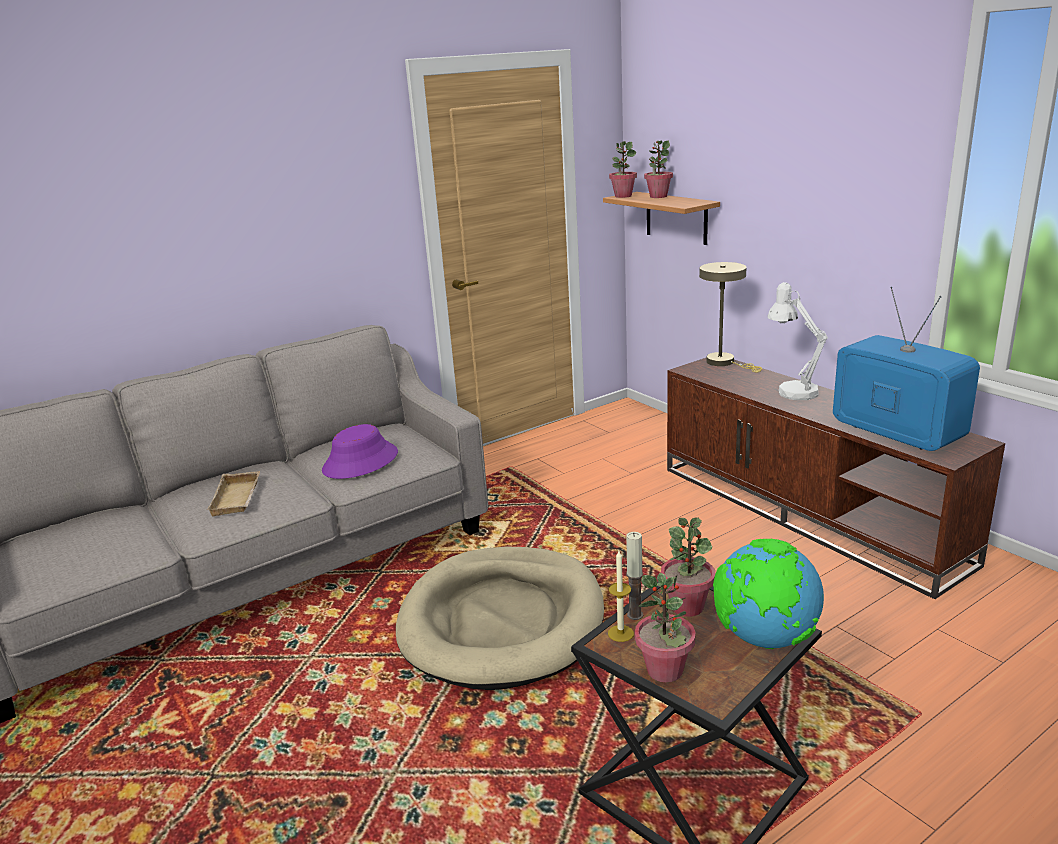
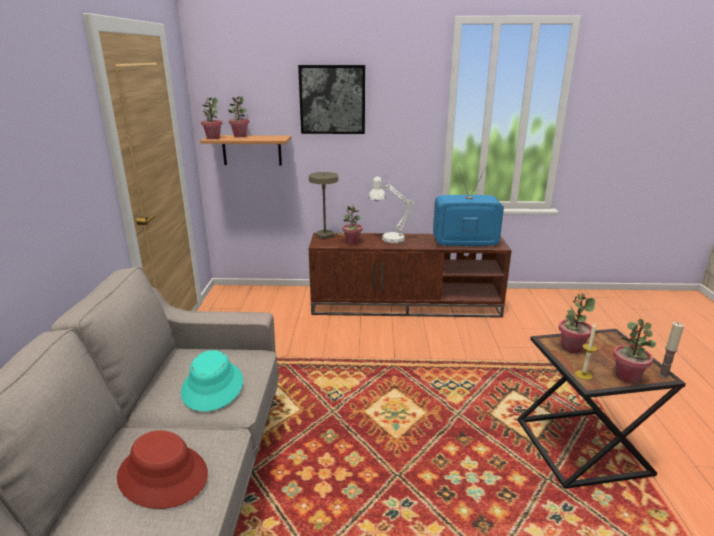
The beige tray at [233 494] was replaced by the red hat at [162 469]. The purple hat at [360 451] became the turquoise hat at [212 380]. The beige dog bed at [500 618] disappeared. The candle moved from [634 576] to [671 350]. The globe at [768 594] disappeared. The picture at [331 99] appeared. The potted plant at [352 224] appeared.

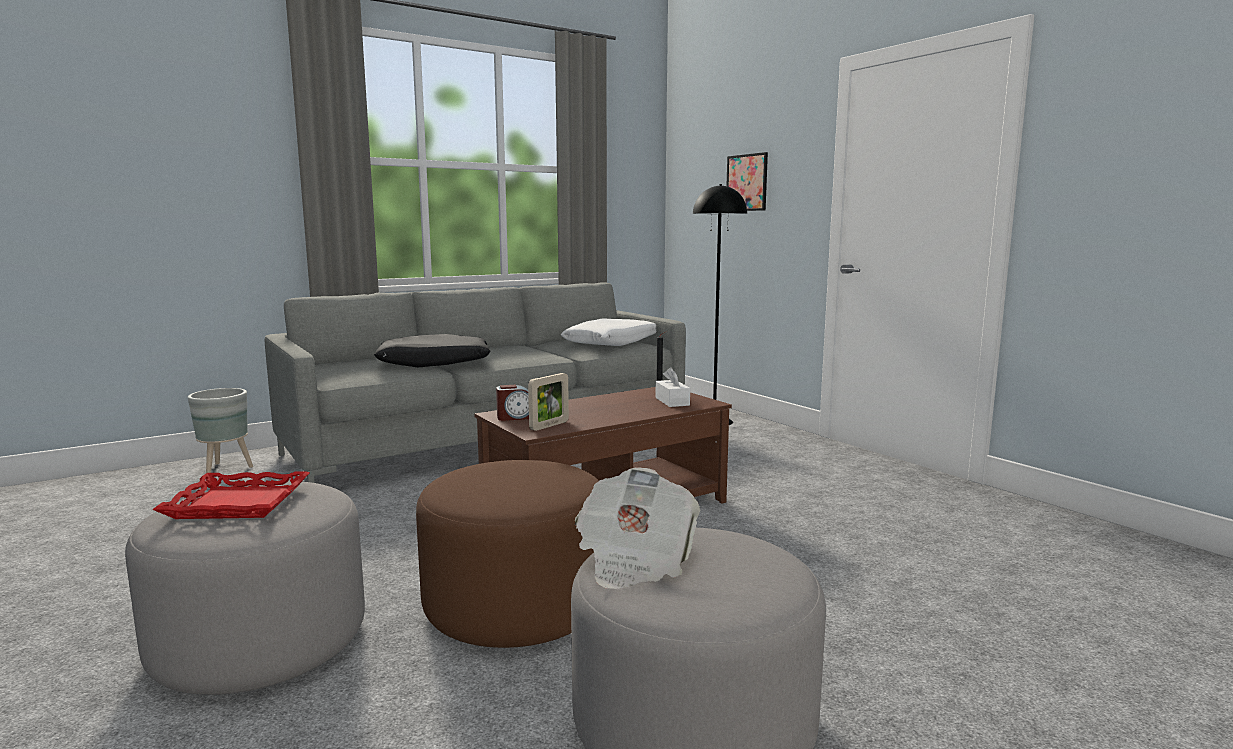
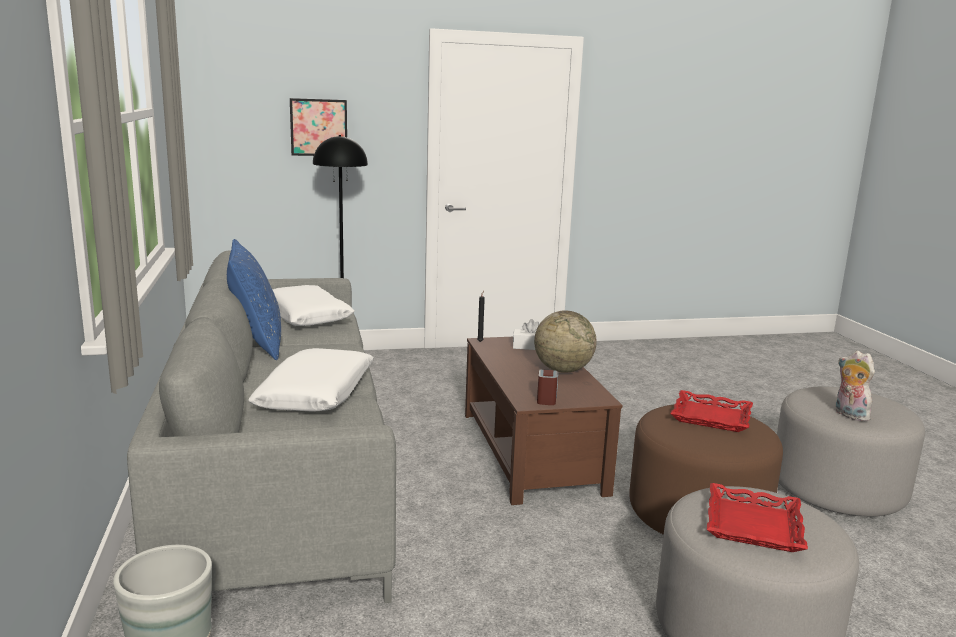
The black pillow at [432 351] became the white pillow at [311 380]. The picture frame at [548 402] disappeared. The newspaper at [637 528] was replaced by the plush toy at [855 386]. The blue pillow at [254 299] appeared. The globe at [565 342] appeared. The red tray at [711 411] appeared.

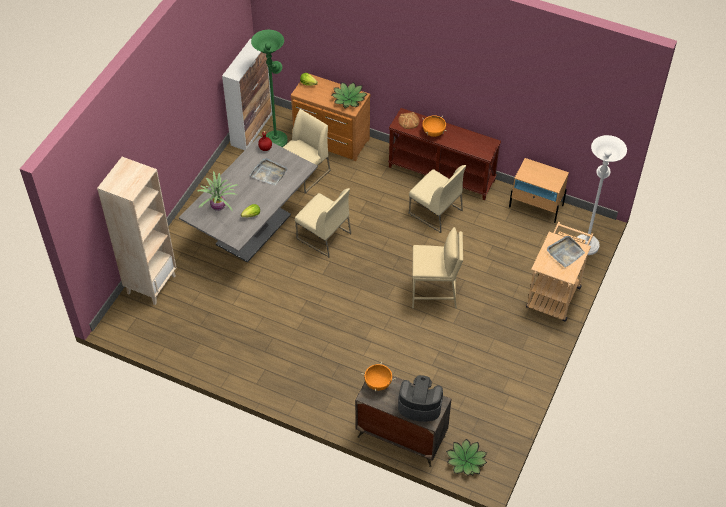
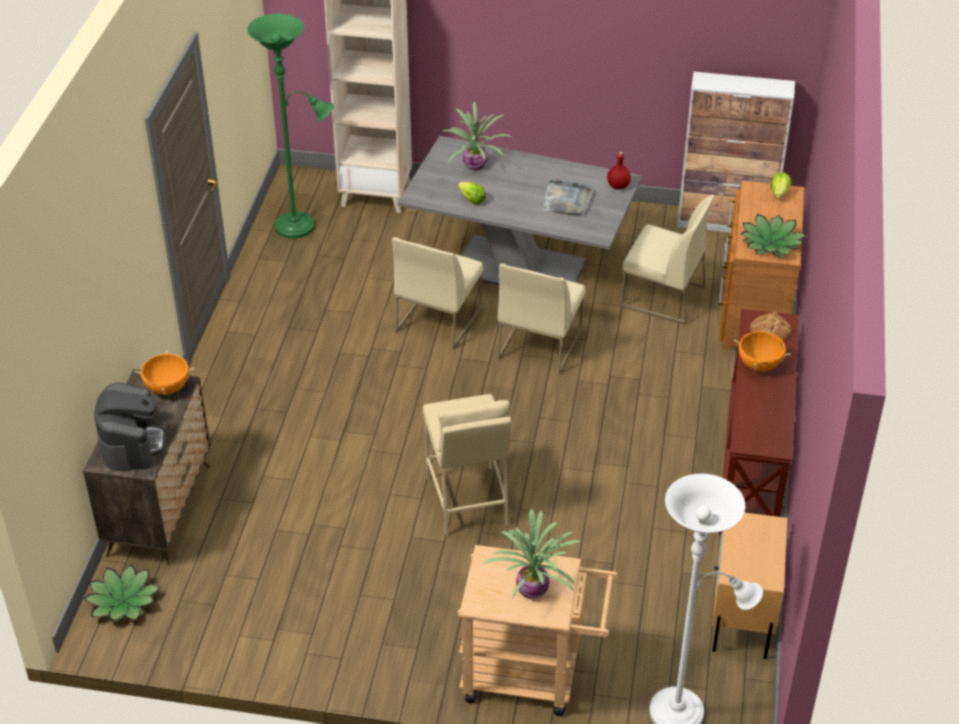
The green floor lamp moved from [269 88] to [290 126]. The beige chair moved from [437 199] to [437 293]. The grey tray at [566 252] was replaced by the potted plant at [532 554].

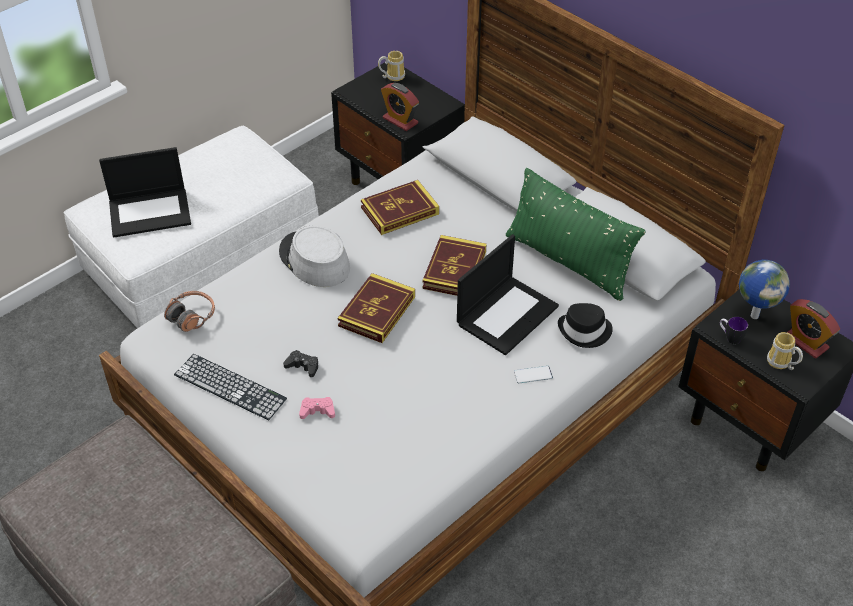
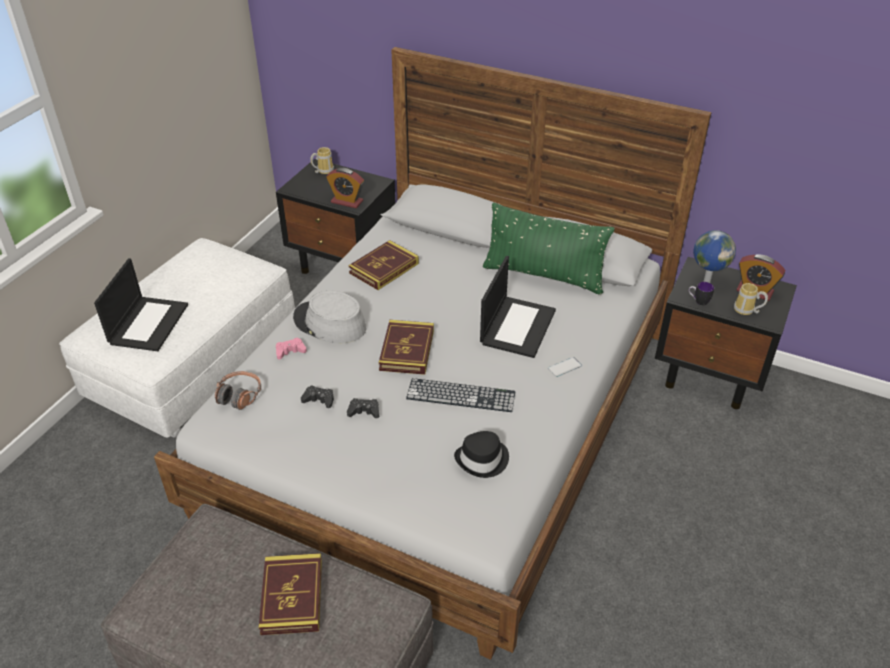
The laptop at [145 192] turned 45 degrees counterclockwise. The keyboard moved from [230 387] to [460 395]. The pink game controller moved from [317 408] to [291 349]. The book moved from [454 265] to [290 594]. The black hat moved from [585 325] to [481 454]. The black game controller at [317 397] appeared.

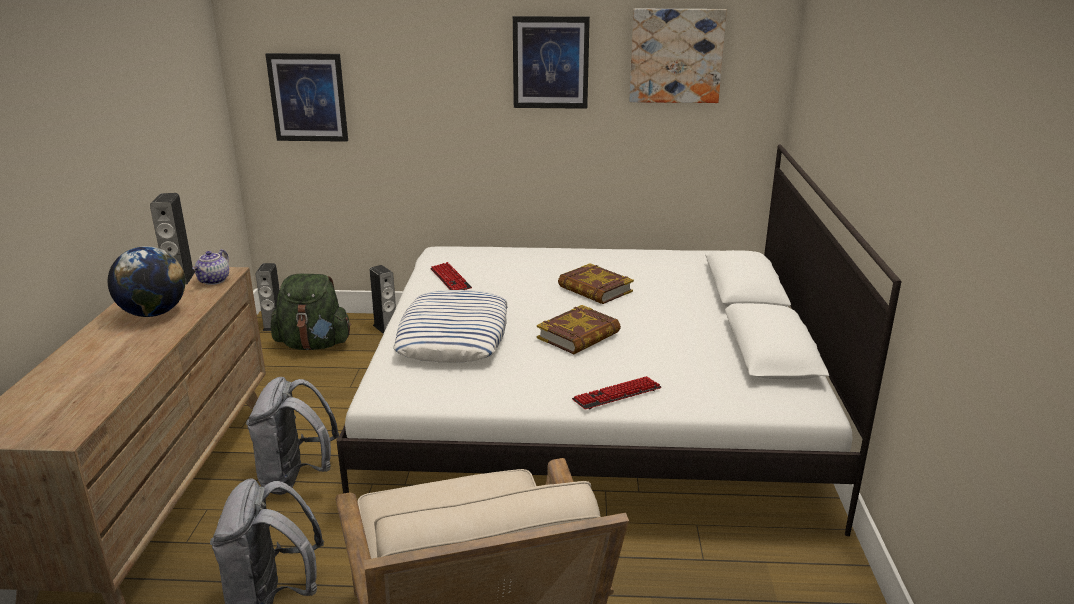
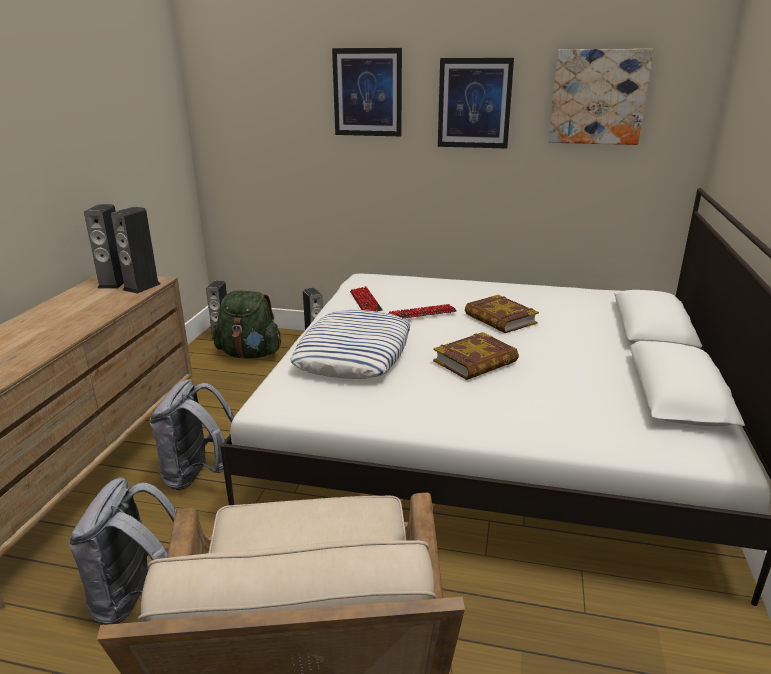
The globe at [146 281] disappeared. The teapot at [210 267] was replaced by the speaker at [135 250]. The picture moved from [306 97] to [367 92]. The keyboard moved from [616 393] to [423 311].

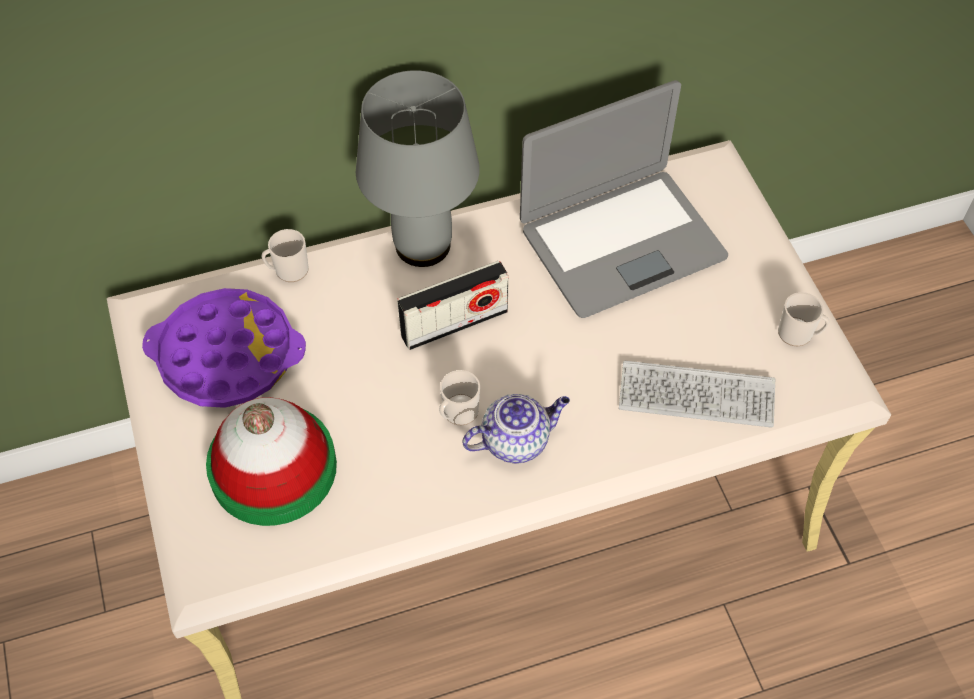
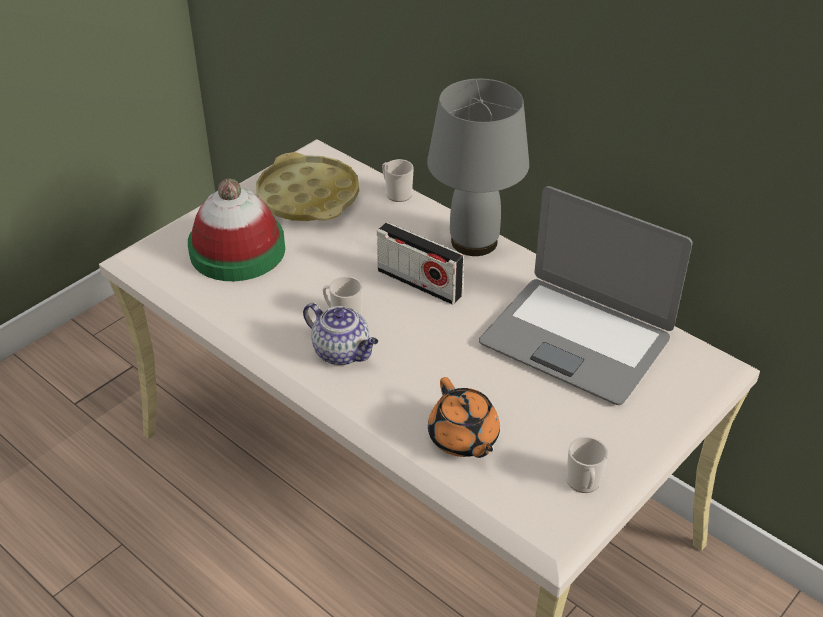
The purple tray at [224 348] became the yellow tray at [307 186]. The keyboard at [697 394] was replaced by the orange teapot at [464 417].

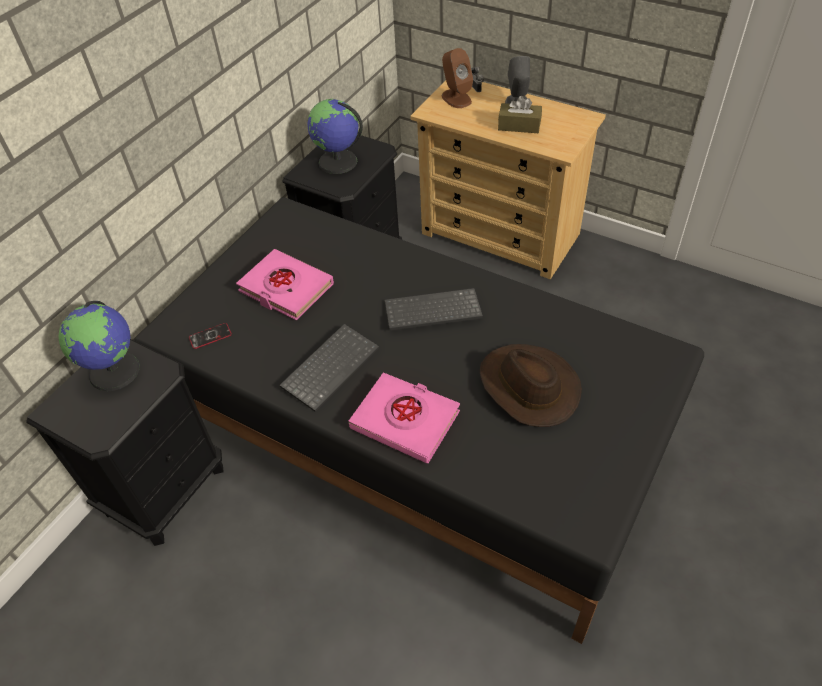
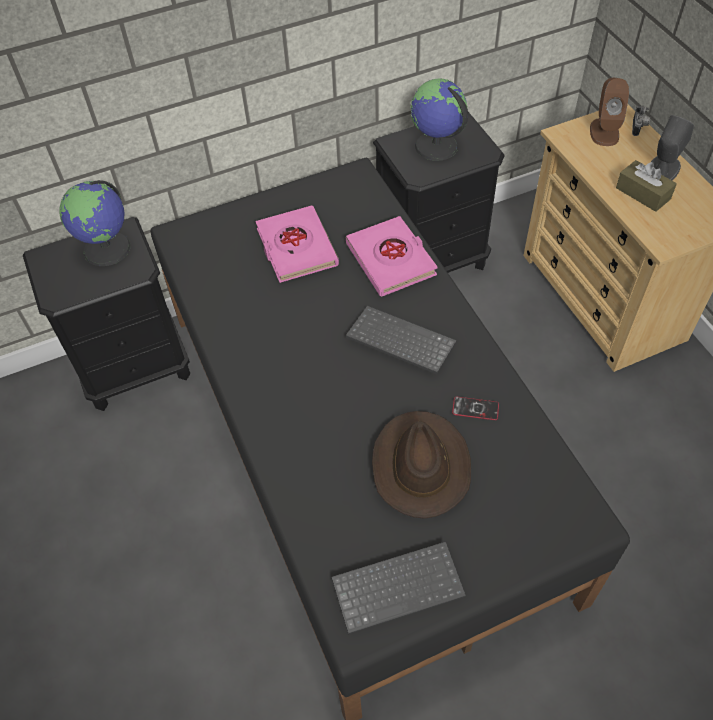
The phone moved from [210 336] to [475 408]. The keyboard moved from [329 368] to [399 588]. The pink book moved from [404 417] to [392 256].

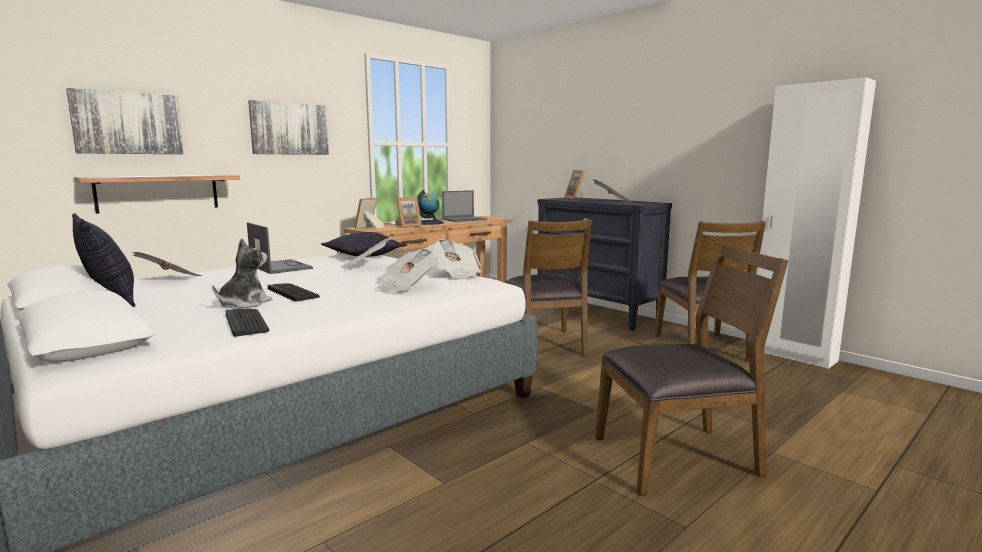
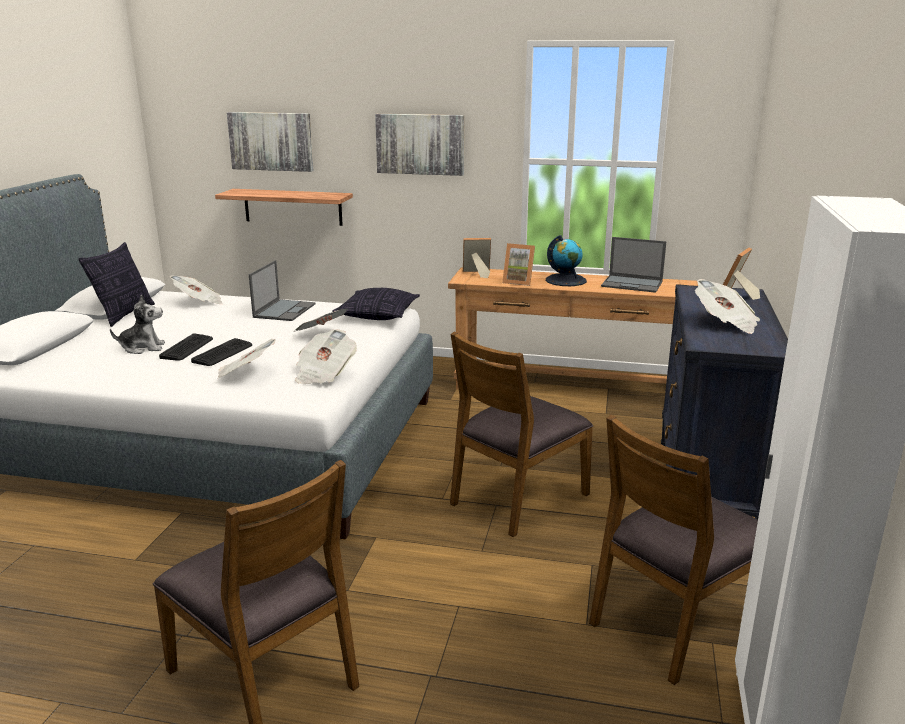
The keyboard moved from [247 322] to [221 352].

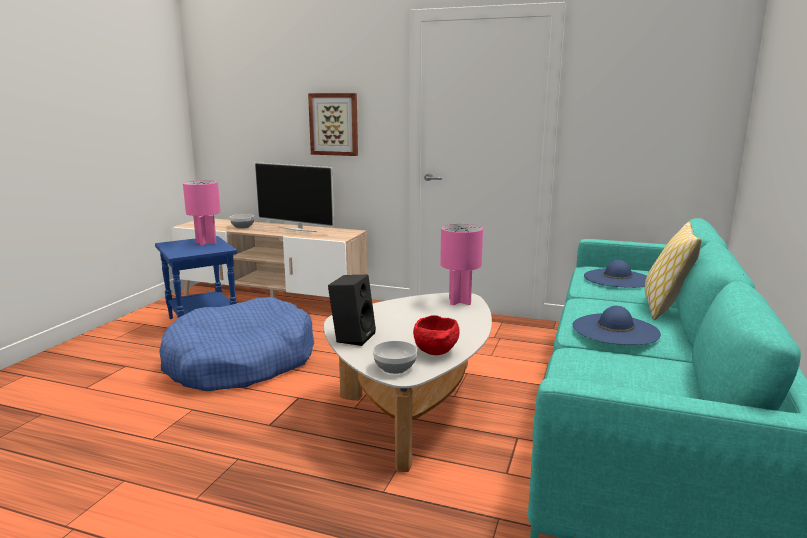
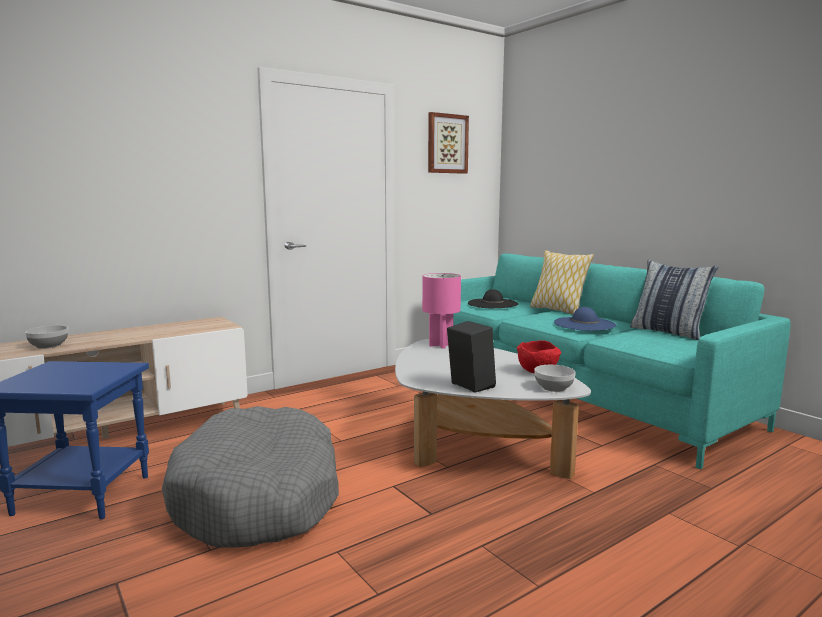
The blue dog bed at [236 344] became the grey dog bed at [250 476]. The pink table lamp at [202 213] disappeared. The television at [294 197] disappeared. The picture moved from [333 124] to [448 143]. The blue hat at [615 274] became the black hat at [493 298]. The pillow at [674 300] appeared.

